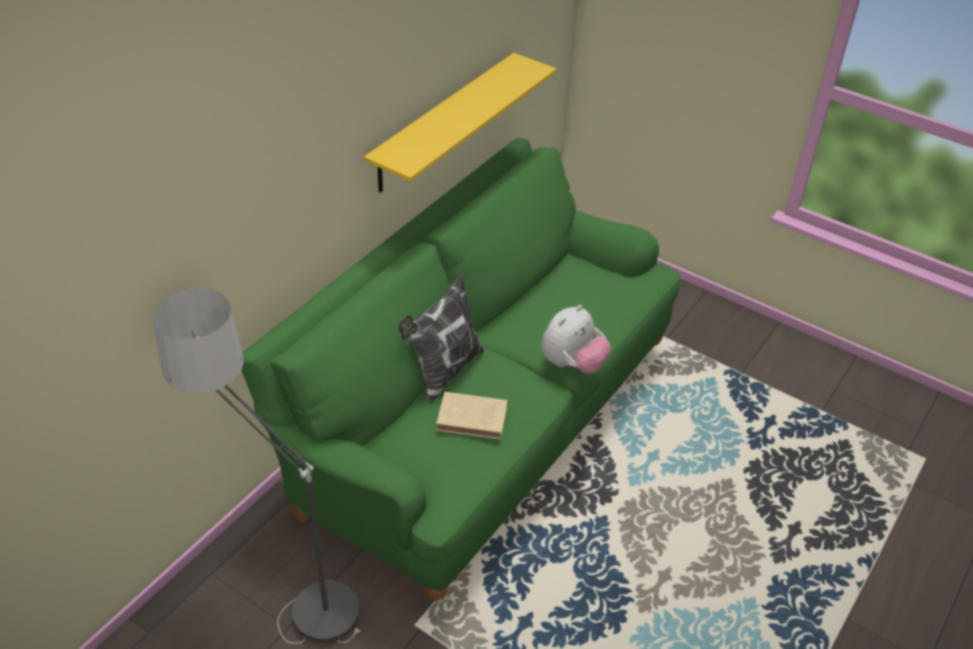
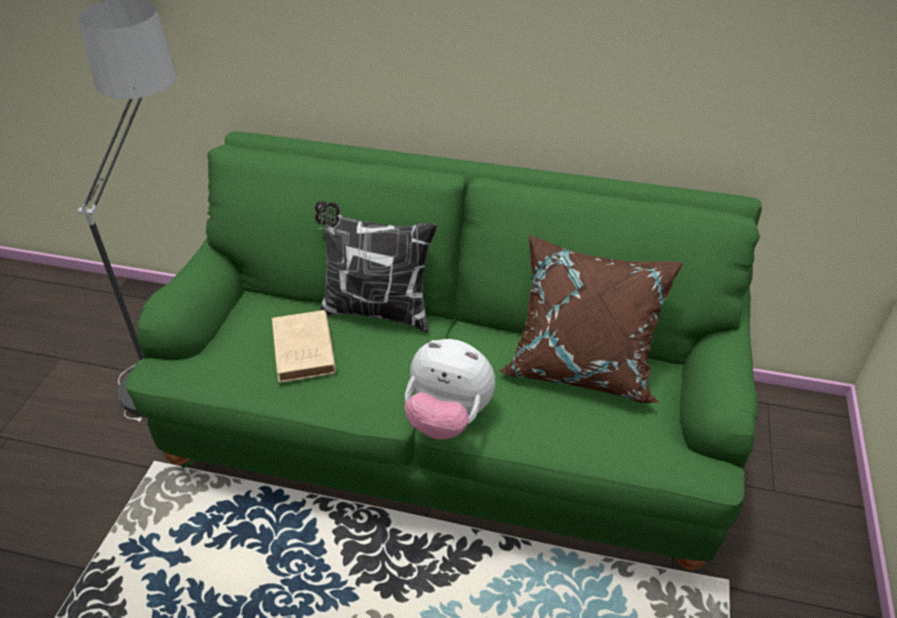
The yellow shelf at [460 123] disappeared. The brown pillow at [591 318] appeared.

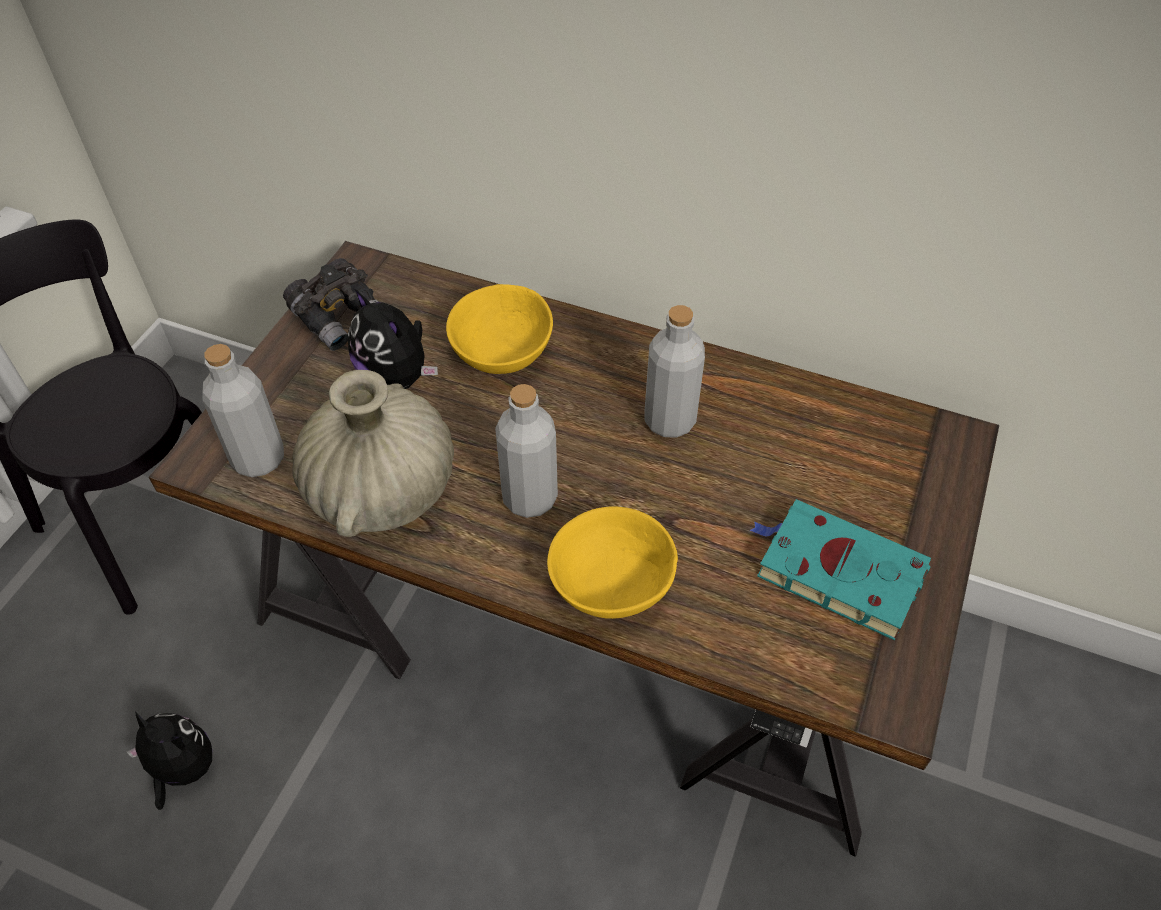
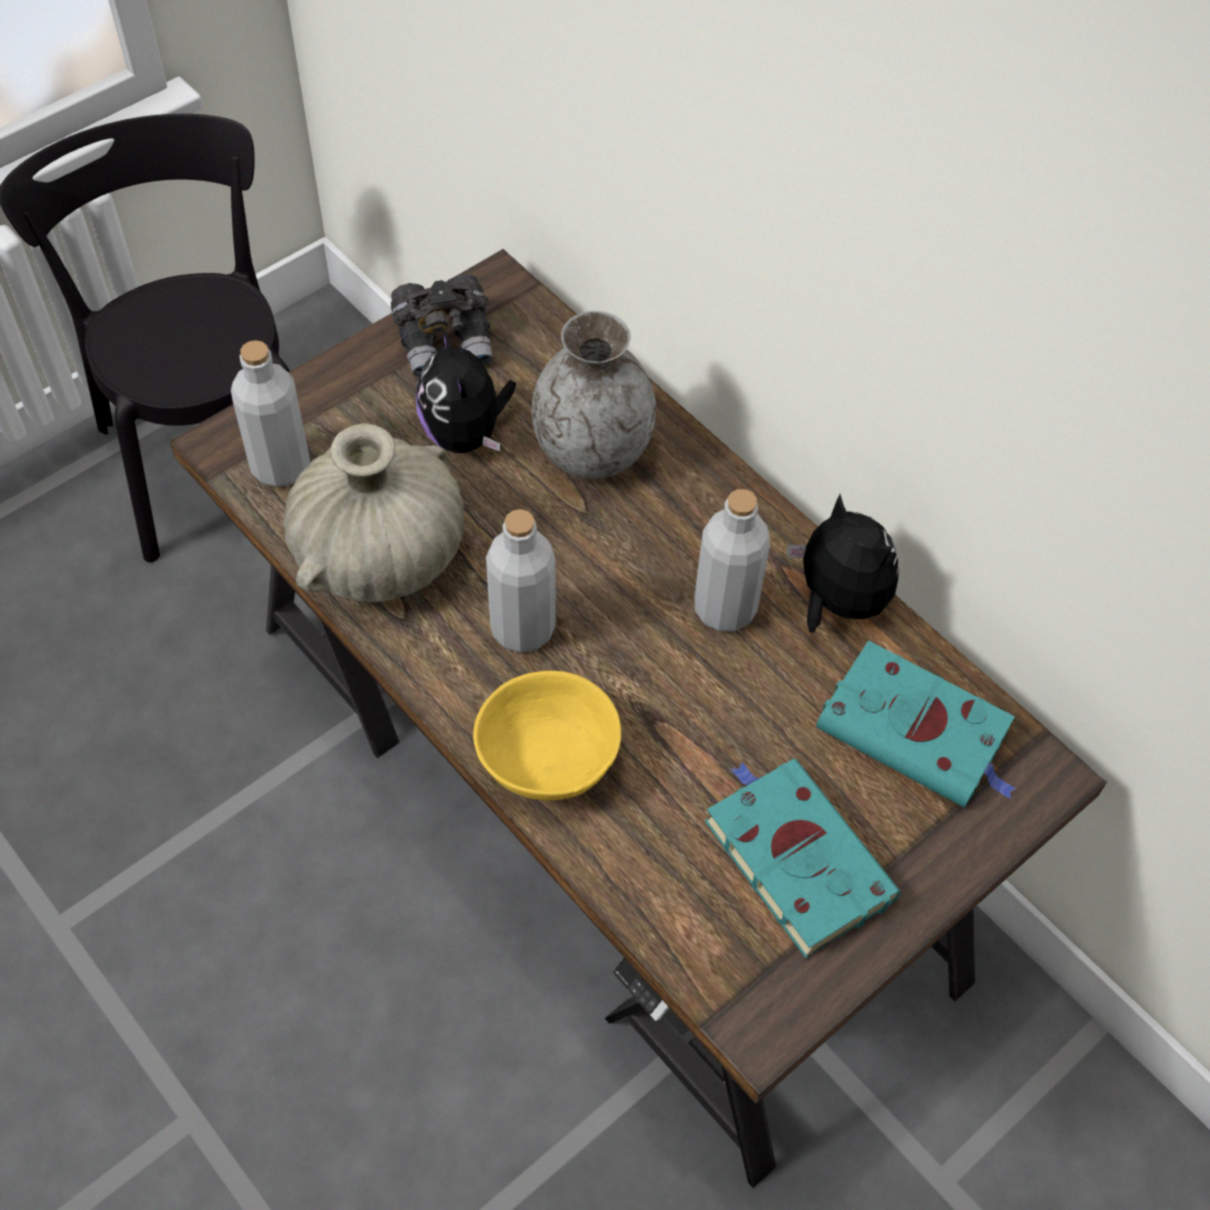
The plush toy moved from [169 760] to [843 563]. The yellow bowl at [499 329] was replaced by the grey vase at [593 395]. The turquoise book at [916 724] appeared.

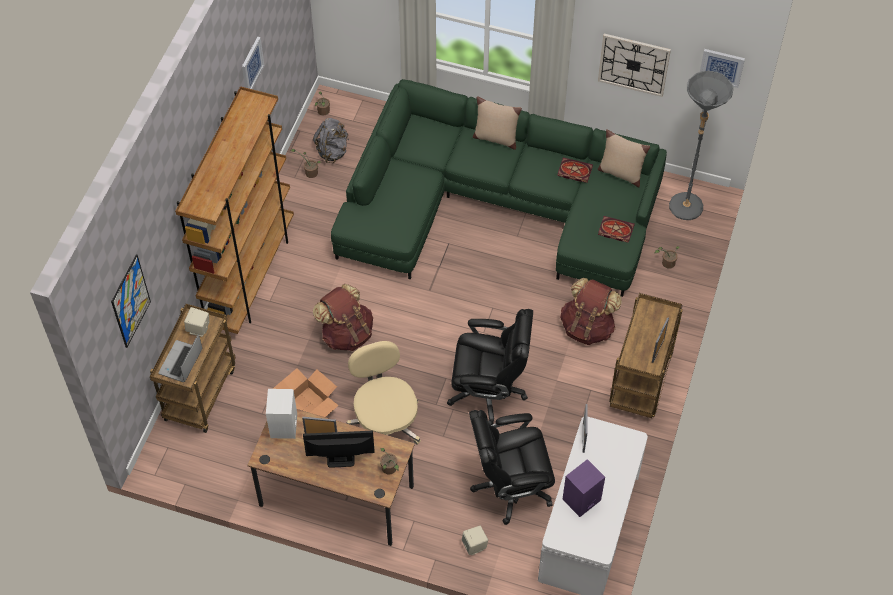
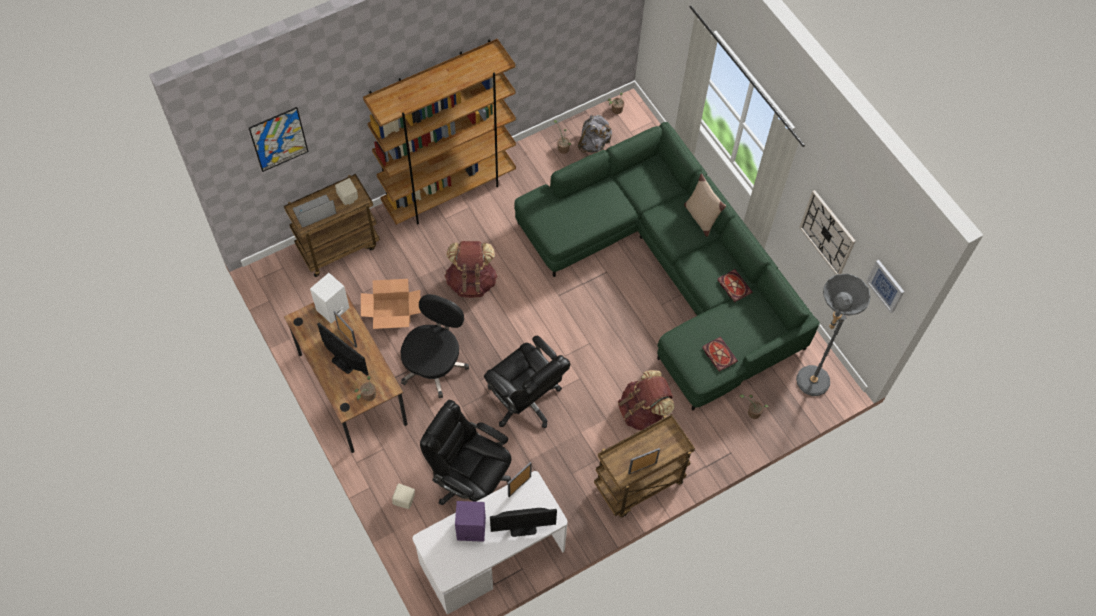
The picture at [253 63] disappeared. The beige office chair at [384 393] became the black office chair at [435 346]. The beige pillow at [624 158] disappeared. The monitor at [523 522] appeared.

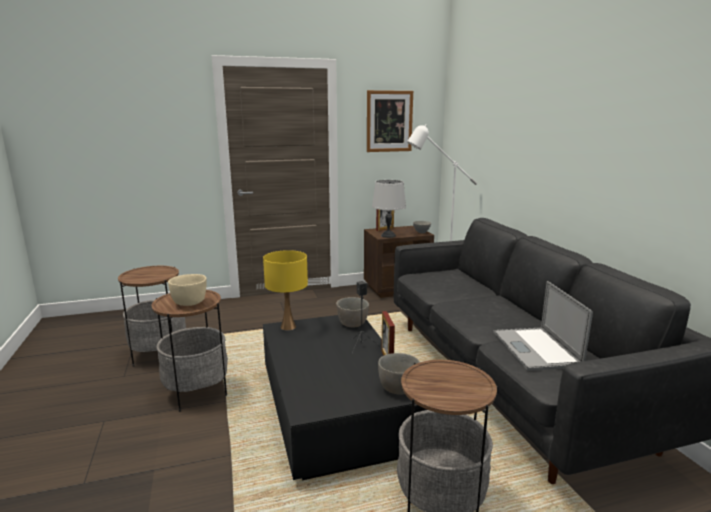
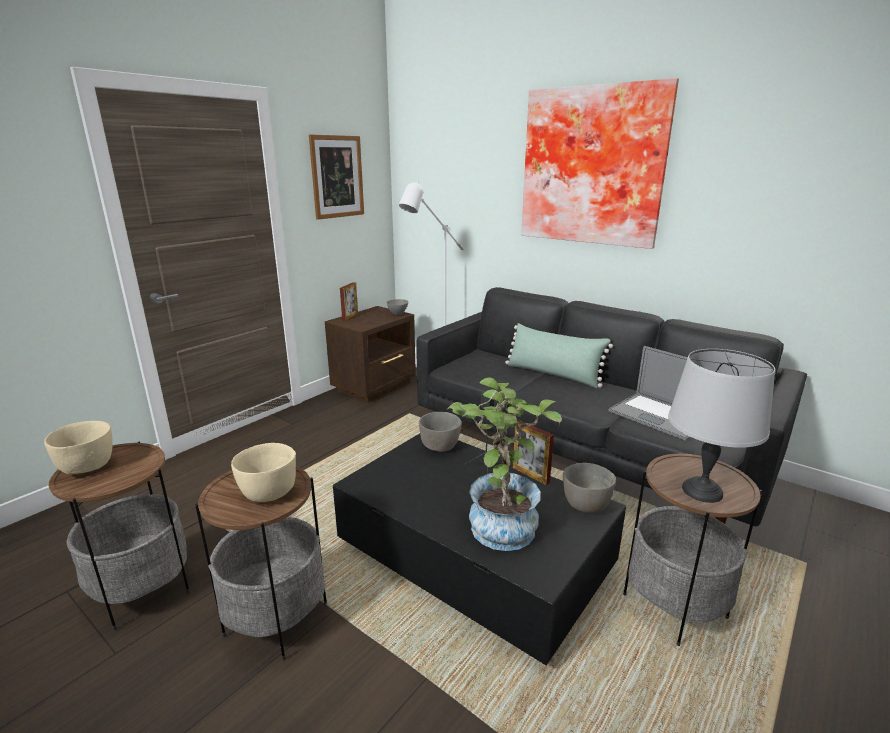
The yellow table lamp at [285 290] disappeared. The grey table lamp moved from [389 209] to [721 426]. The beige bowl at [78 447] appeared. The potted plant at [504 464] appeared. The green pillow at [559 355] appeared. The picture at [600 163] appeared.

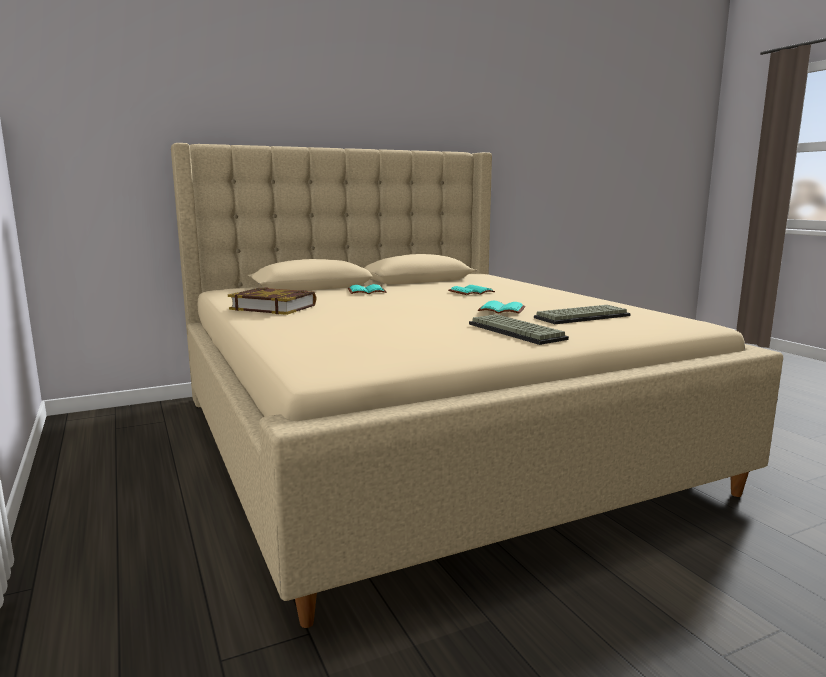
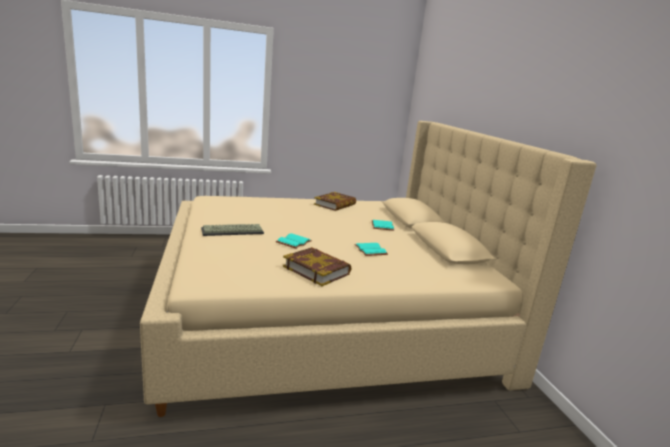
The keyboard at [582 314] disappeared. The book at [317 266] appeared.

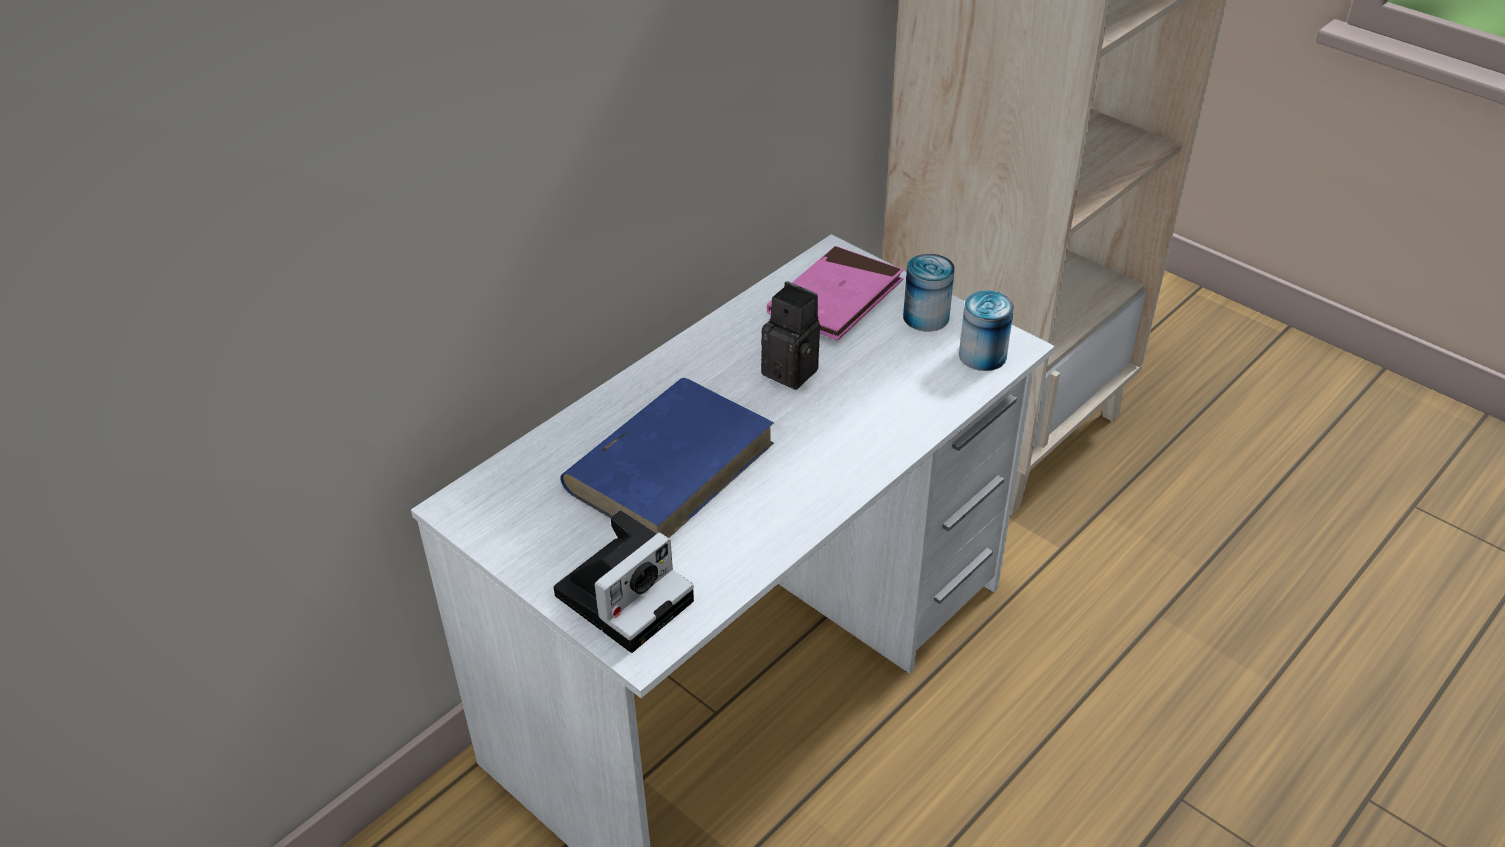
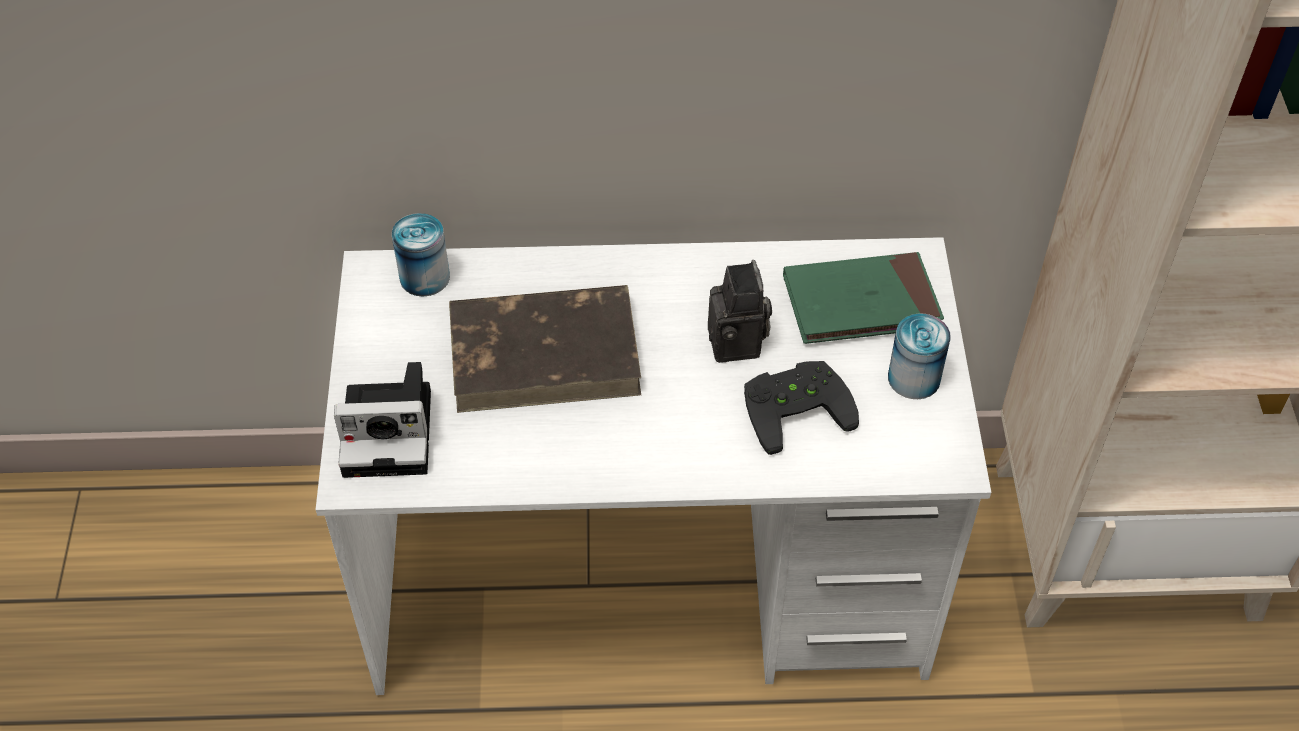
The blue book at [667 458] became the brown book at [545 349]. The pink book at [835 293] became the green book at [863 298]. The can moved from [986 330] to [421 254]. The black game controller at [801 408] appeared.

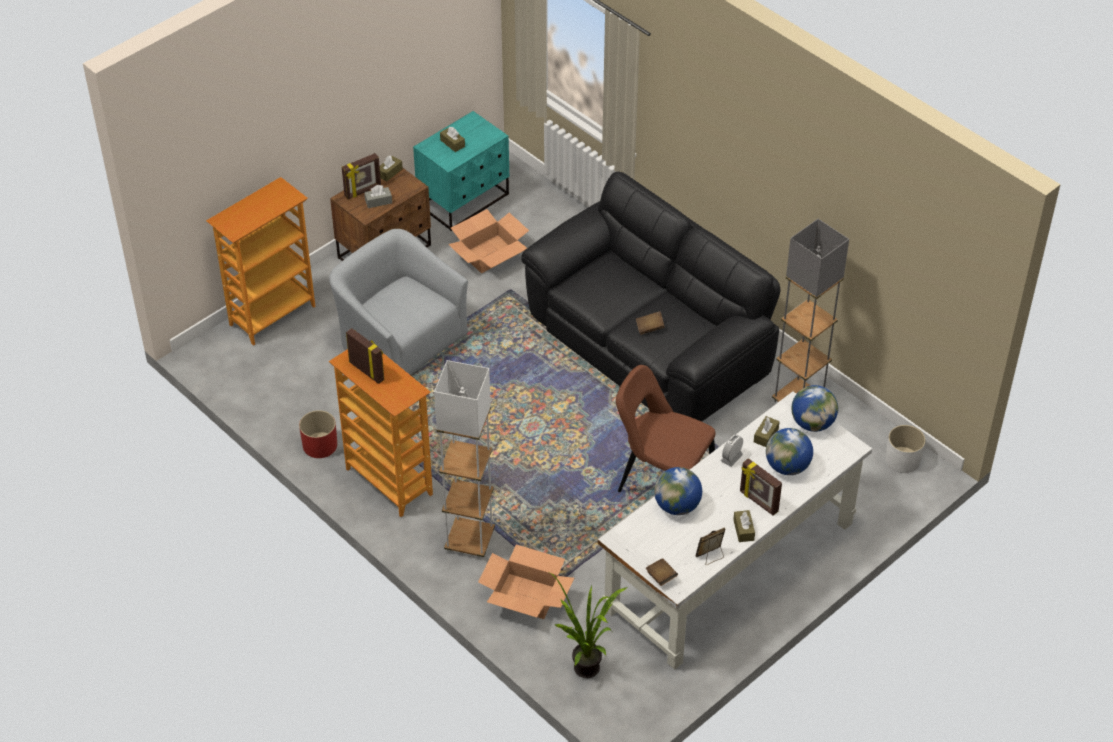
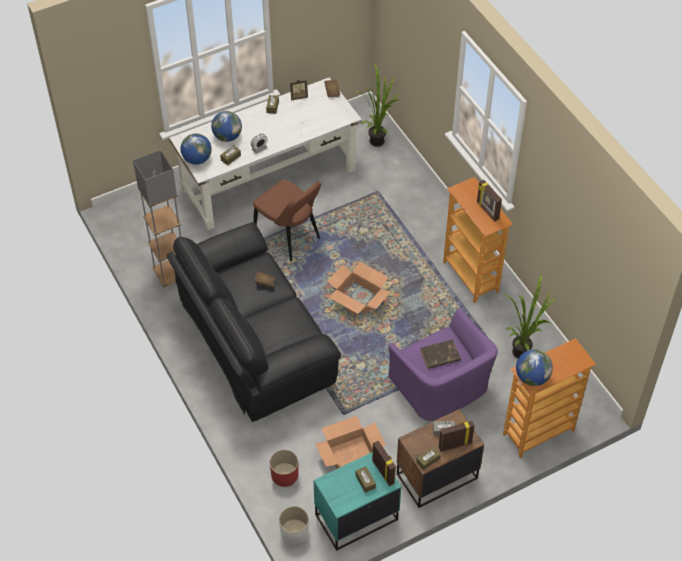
The red planter moved from [318 434] to [284 468]. The grey armchair at [398 302] became the purple armchair at [443 364]. The white floor lamp at [464 459] disappeared. The cardboard box moved from [526 581] to [358 288]. The globe moved from [678 491] to [534 368]. The picture frame moved from [761 487] to [384 463]. The white planter moved from [905 449] to [294 525]. The brown book at [440 354] appeared. The potted plant at [531 316] appeared.

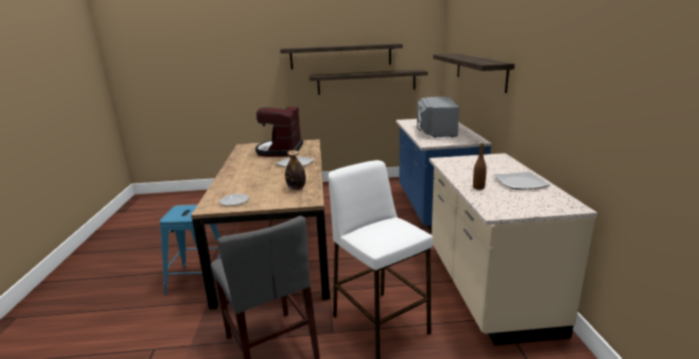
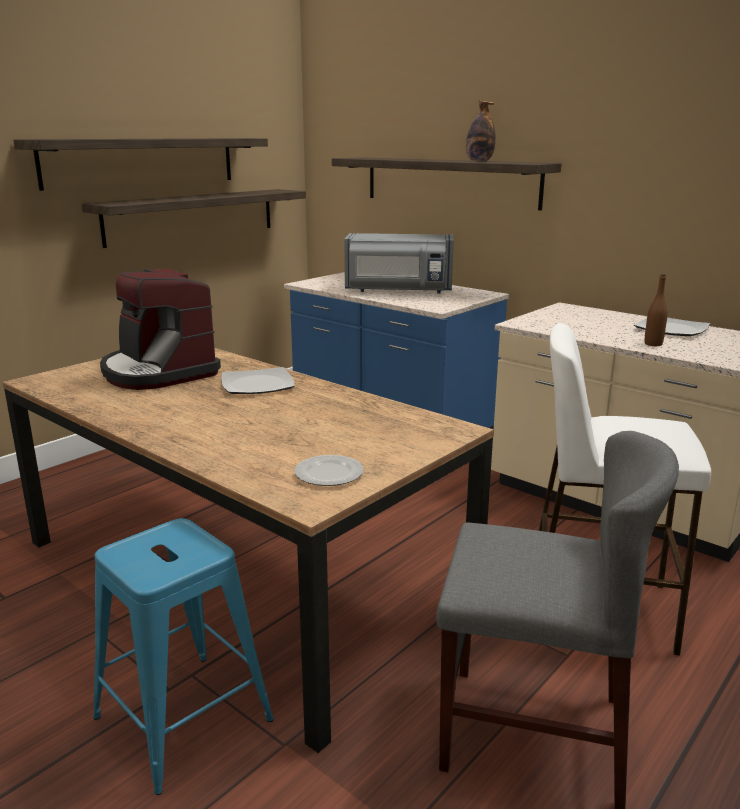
The bottle moved from [295 170] to [480 131]. The grey microwave at [438 117] turned 45 degrees counterclockwise.

